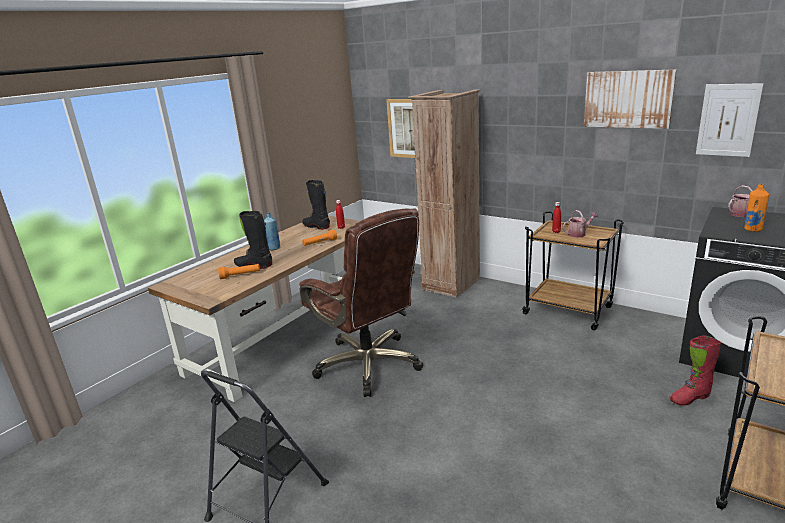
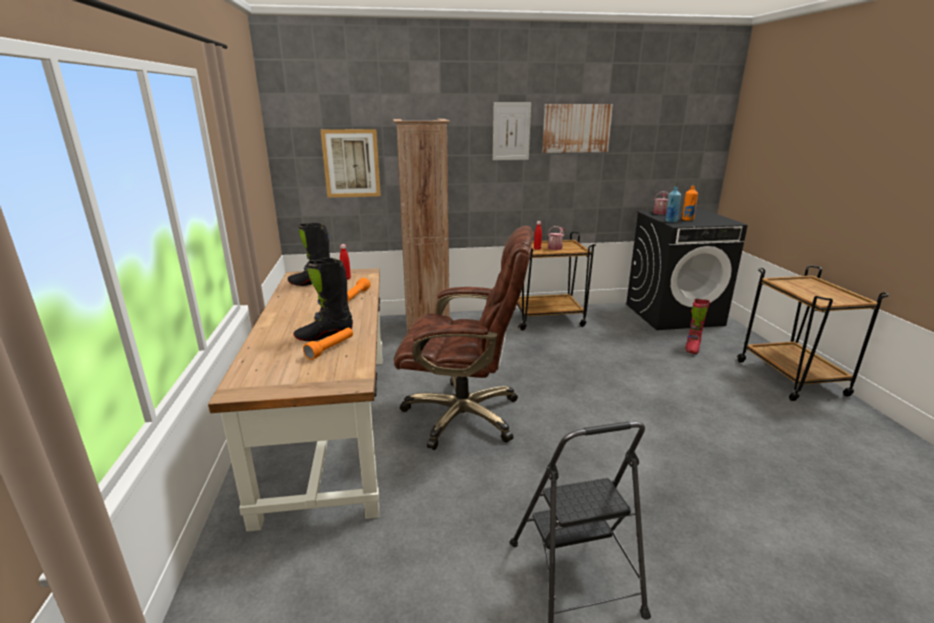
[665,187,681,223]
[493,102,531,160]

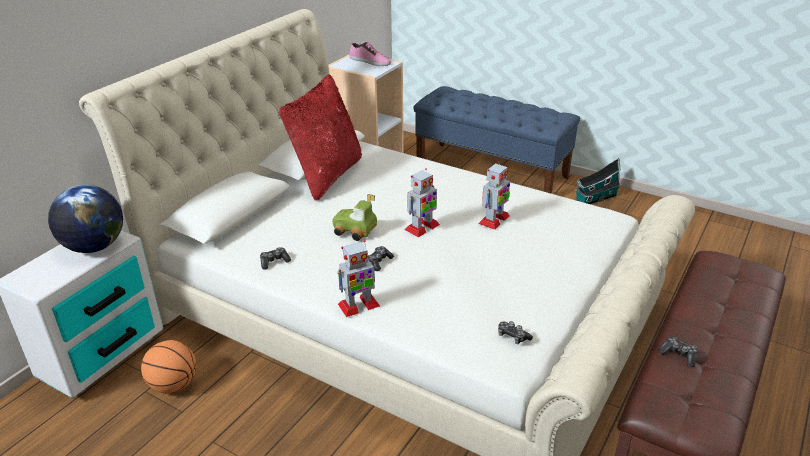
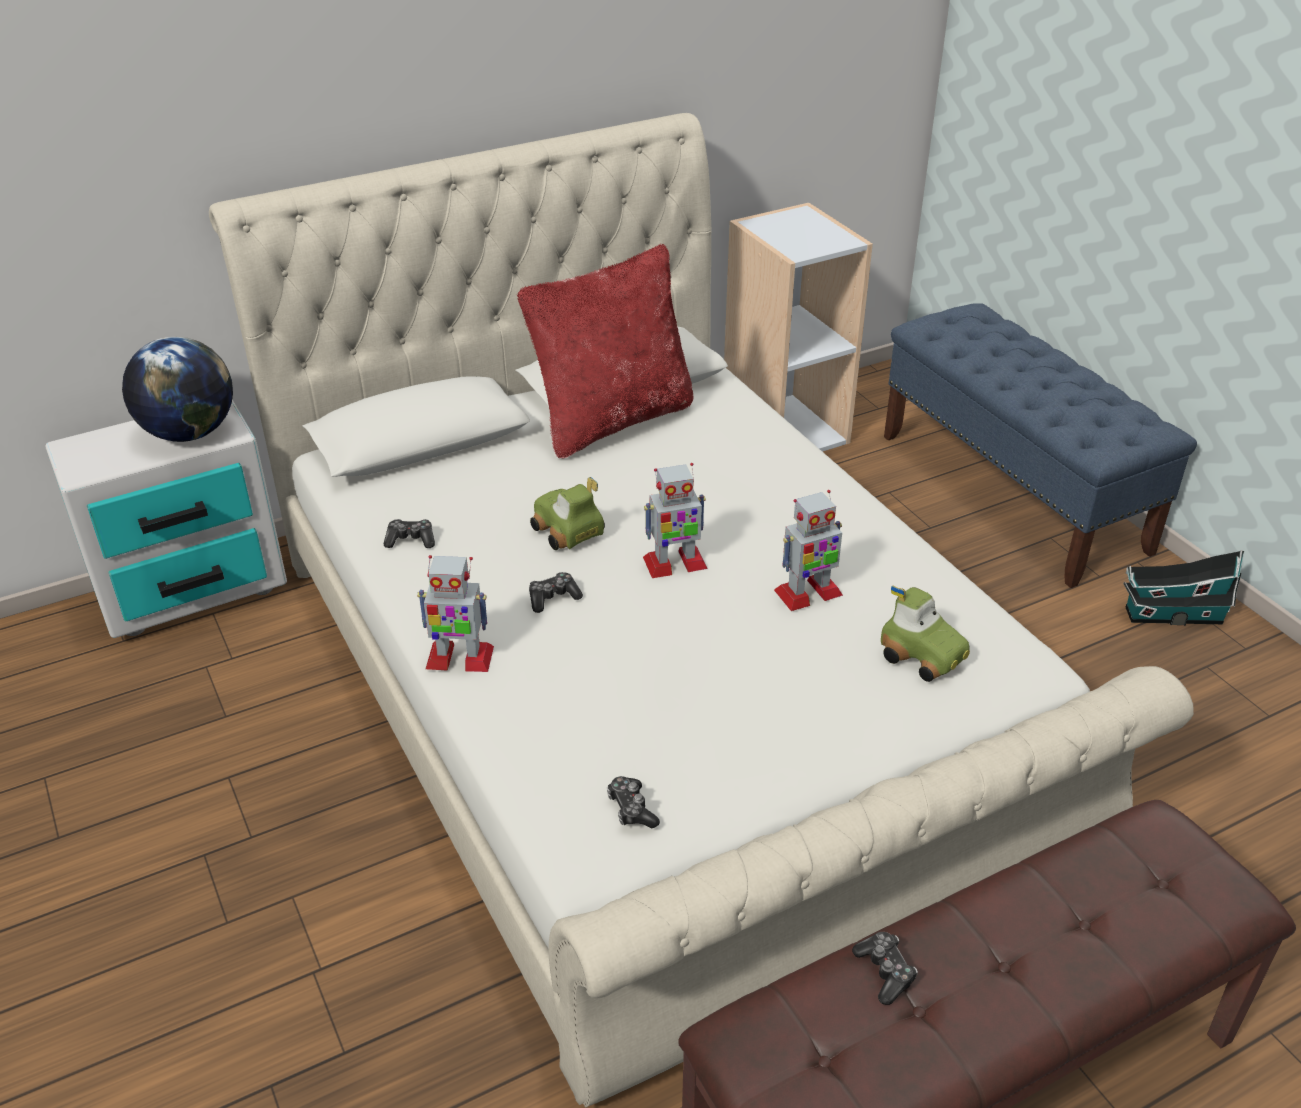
[141,340,197,394] (first image)
[349,42,391,66] (first image)
[881,586,970,682]

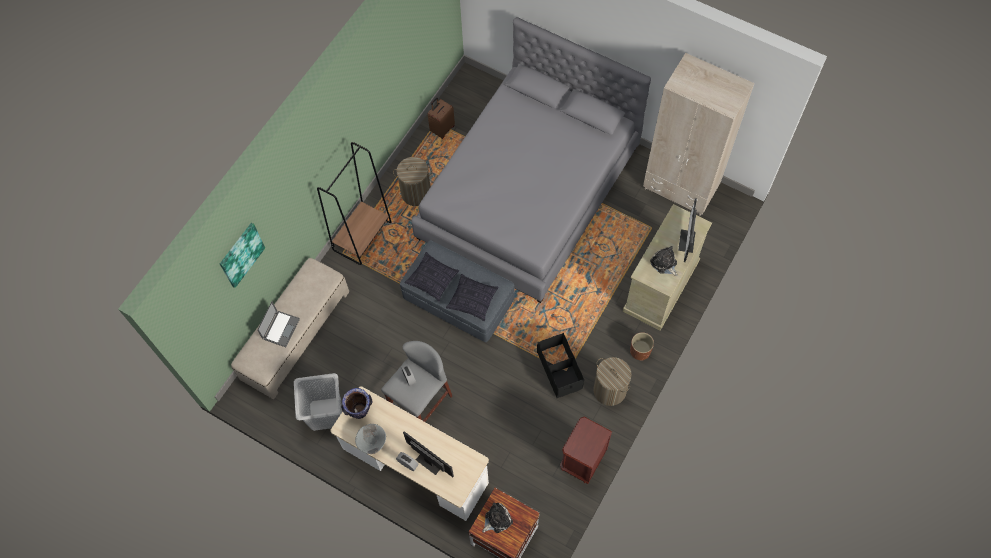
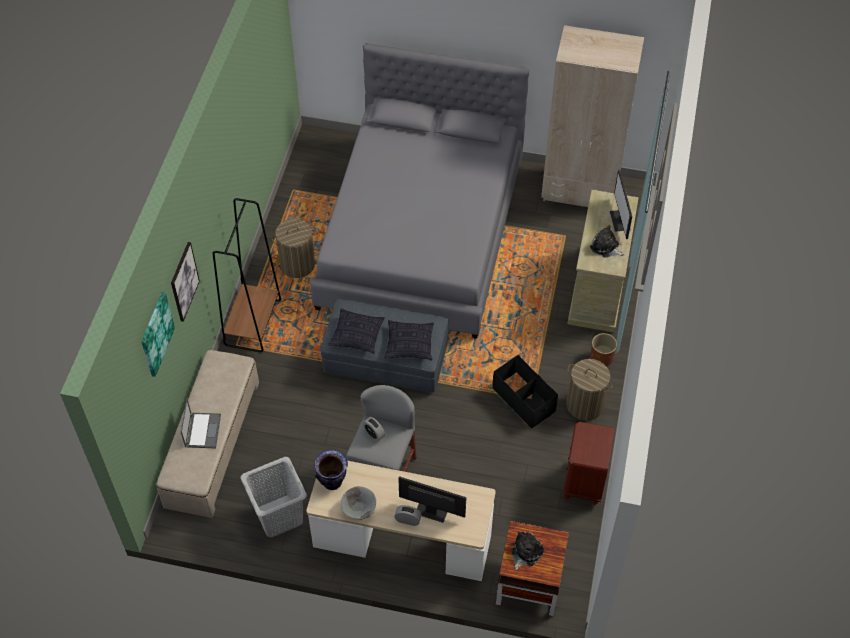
[428,98,455,139] (first image)
[171,242,200,322]

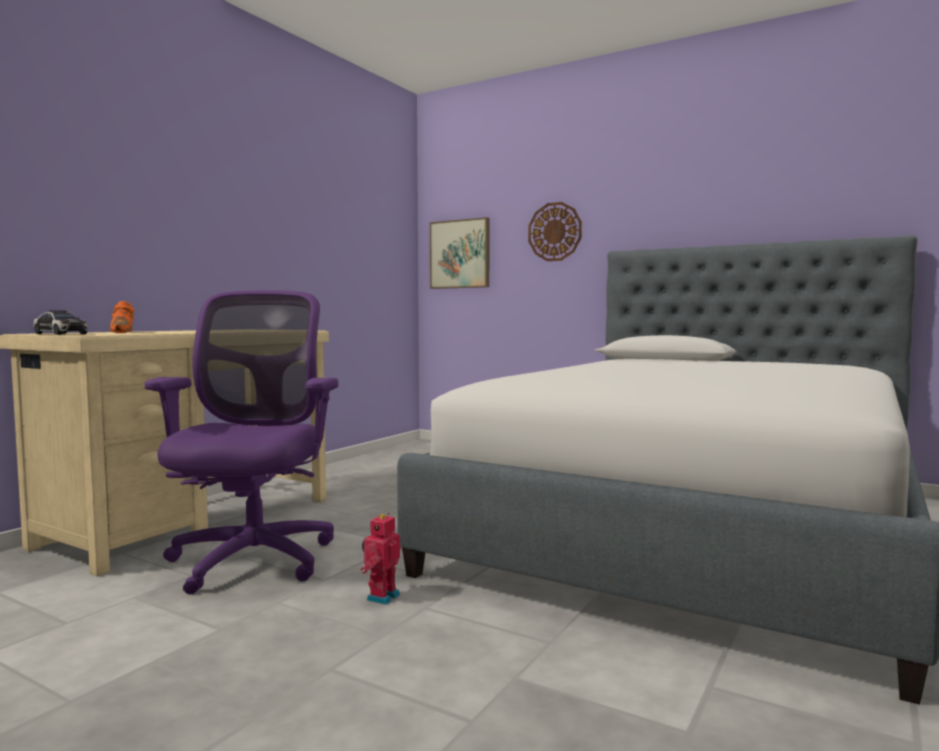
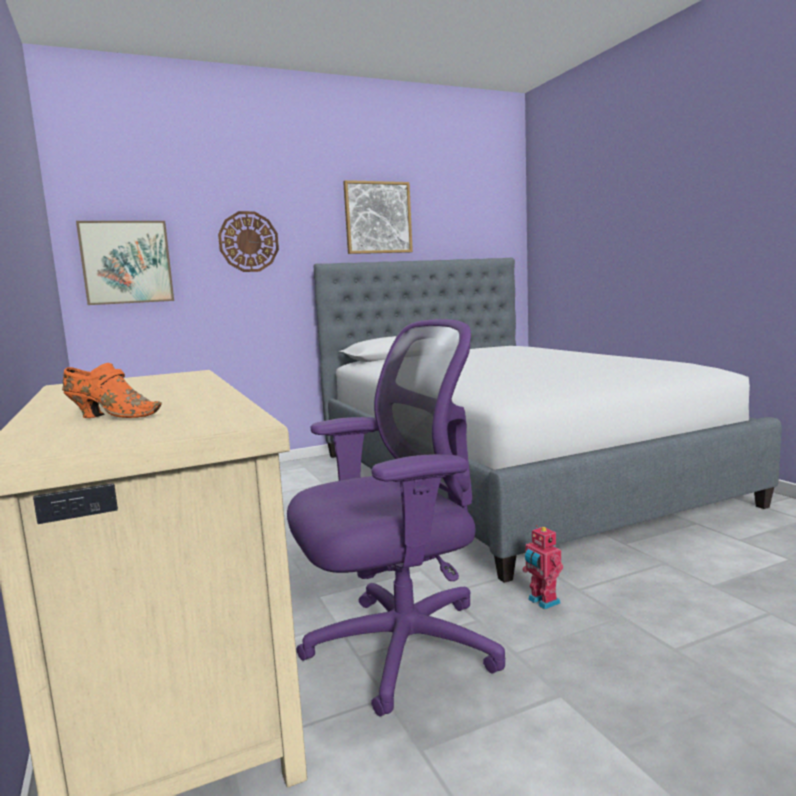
[34,311,87,335] (first image)
[343,180,413,254]
[287,319,505,716]

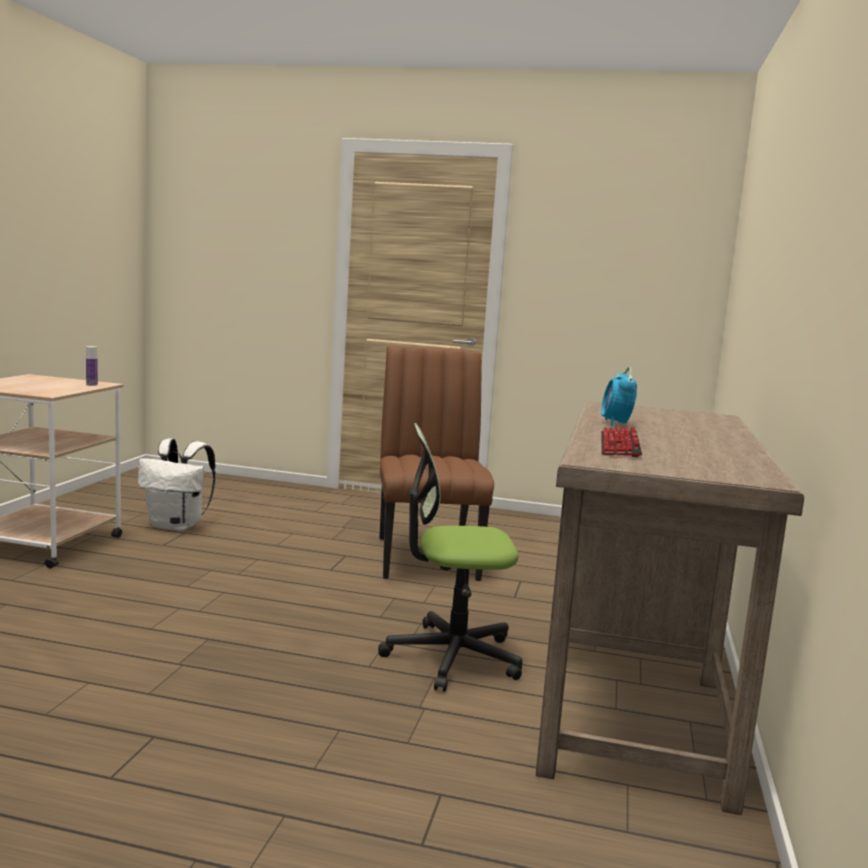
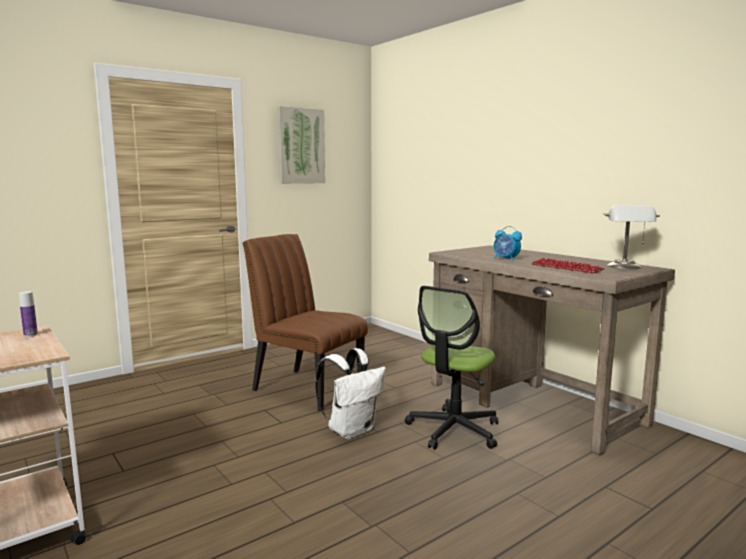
[277,106,325,184]
[604,206,660,269]
[315,348,386,439]

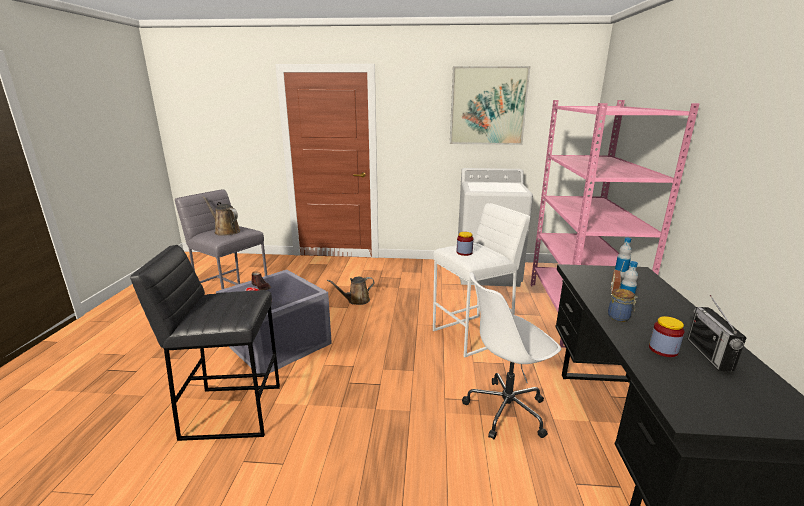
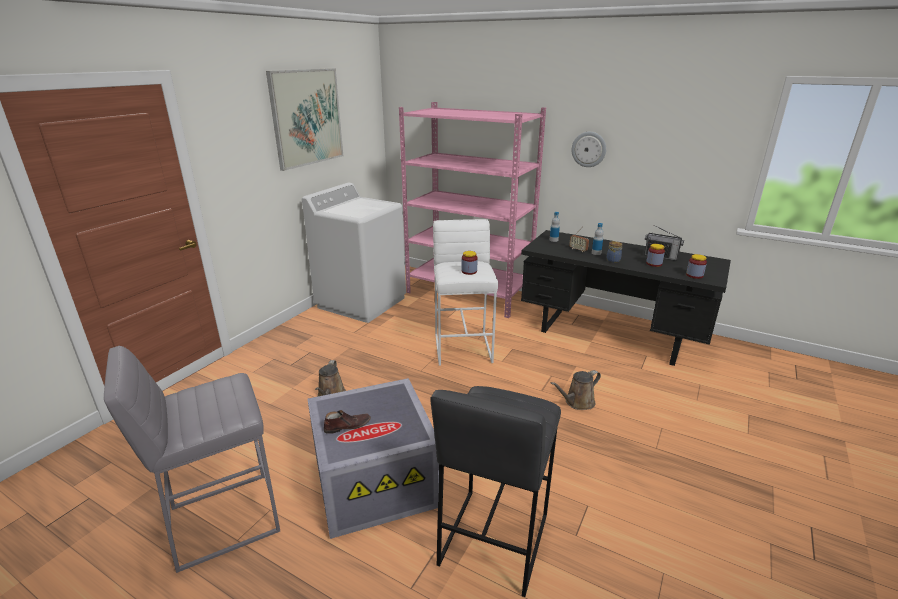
[462,272,561,440] (first image)
[572,132,606,167]
[686,254,707,279]
[551,370,601,410]

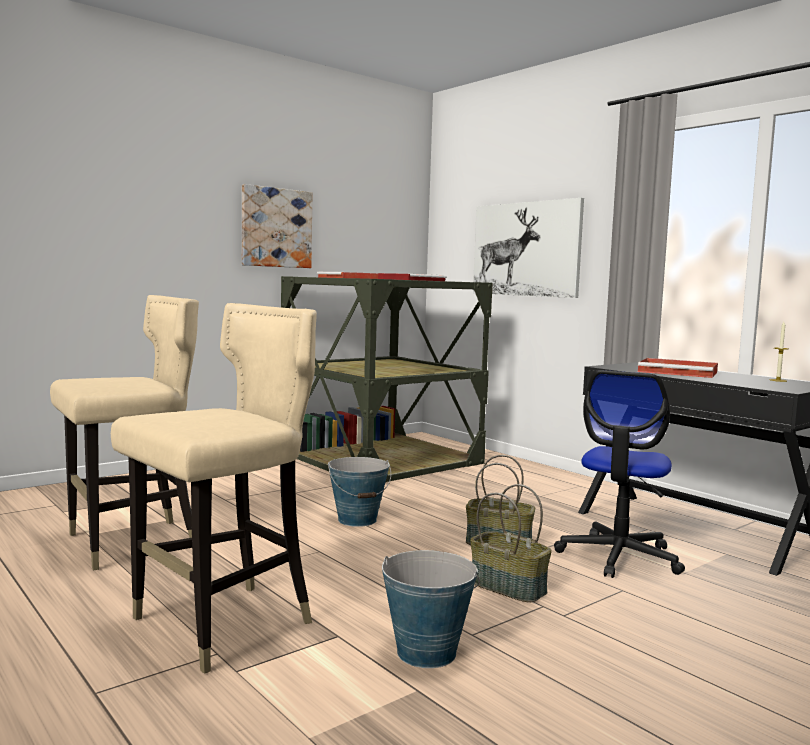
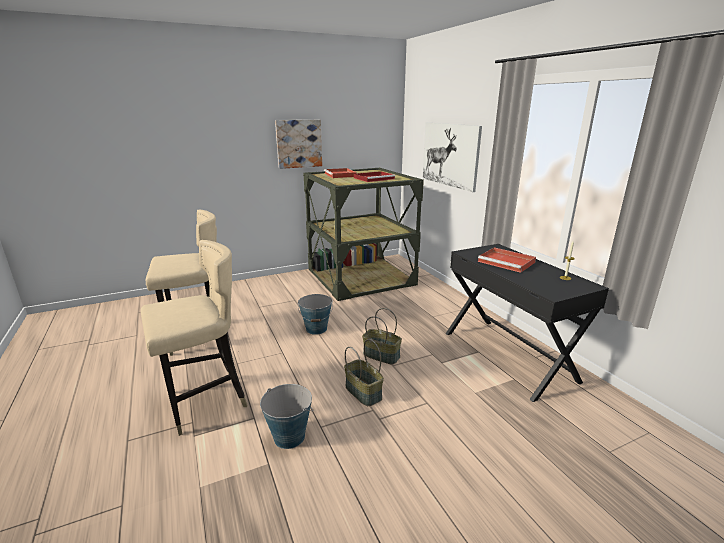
[554,370,685,578] (first image)

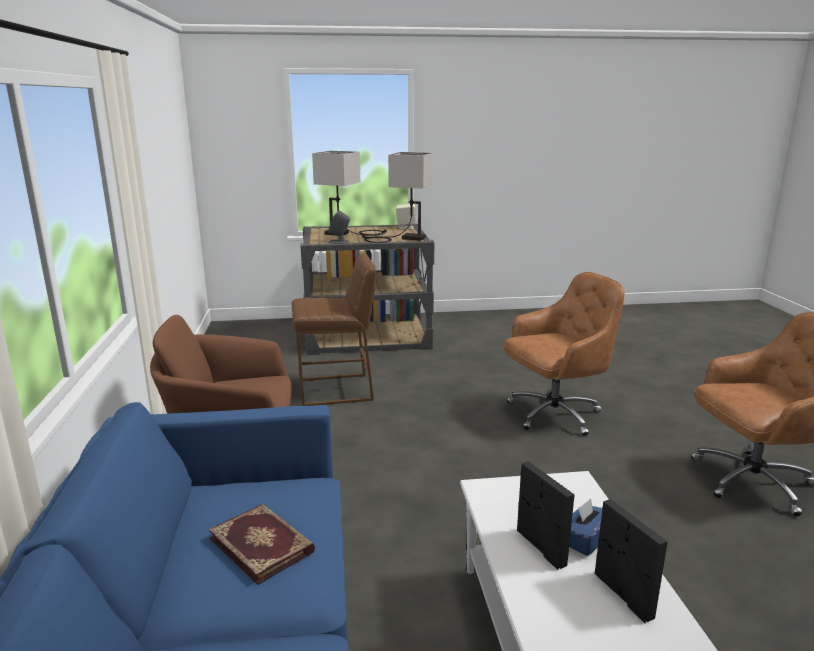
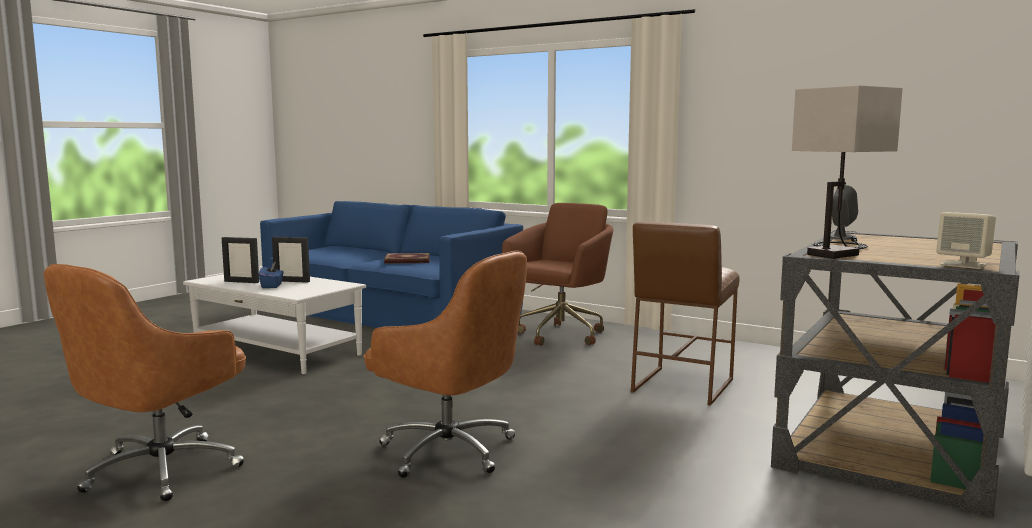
[312,151,387,236] (first image)
[363,251,527,478]

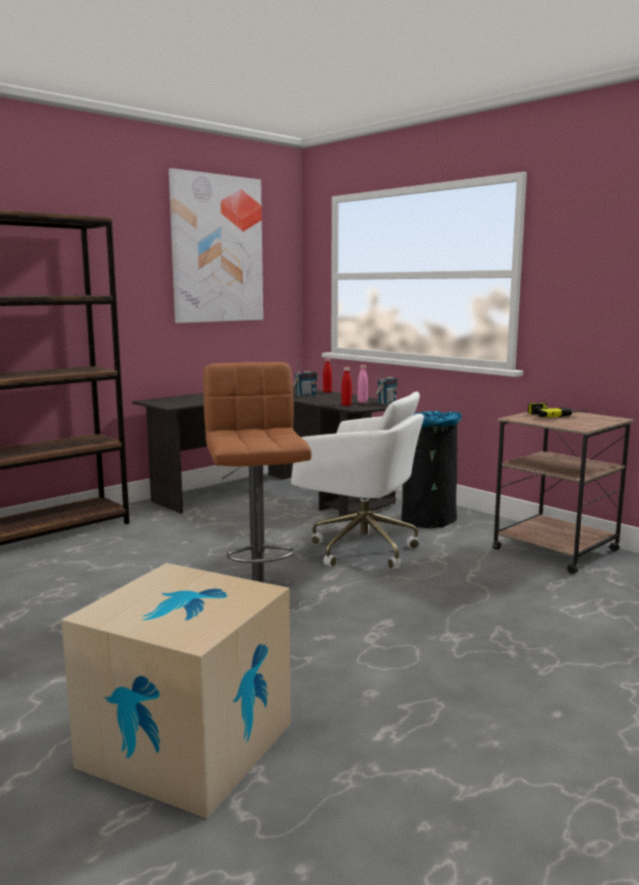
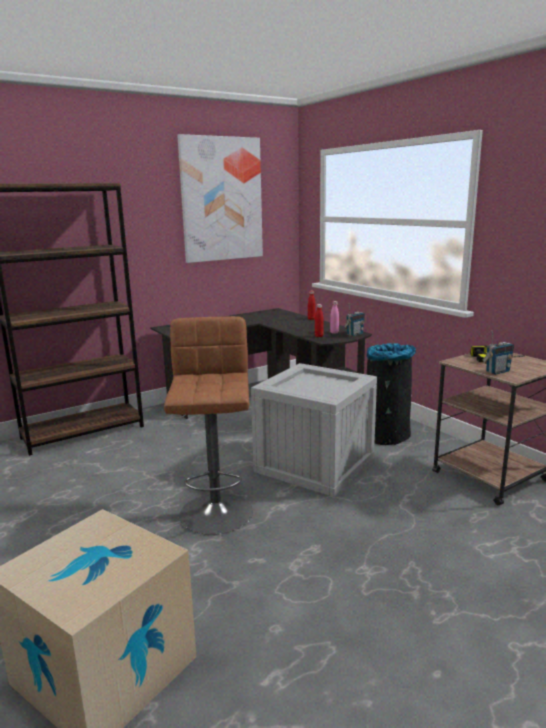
[482,331,514,375]
[251,363,377,497]

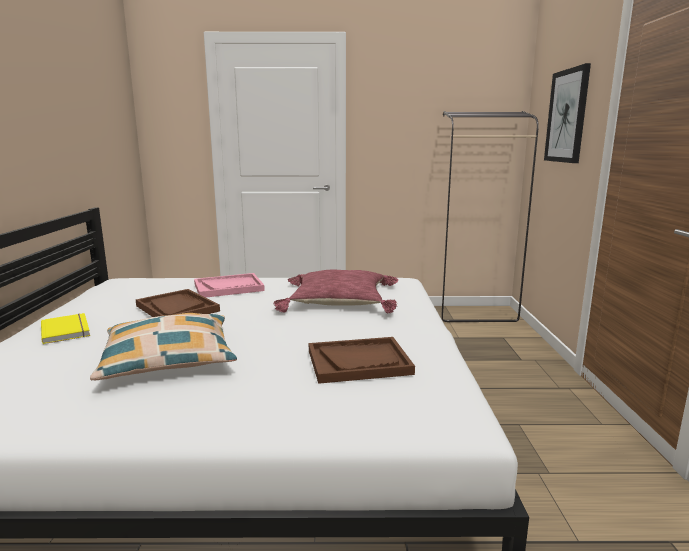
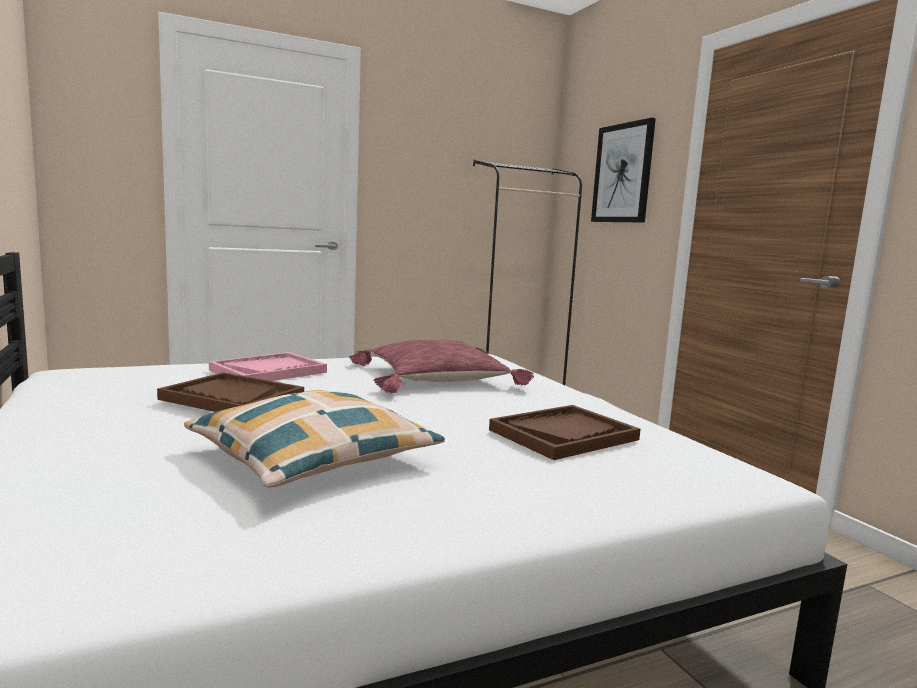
[41,313,90,344] (first image)

